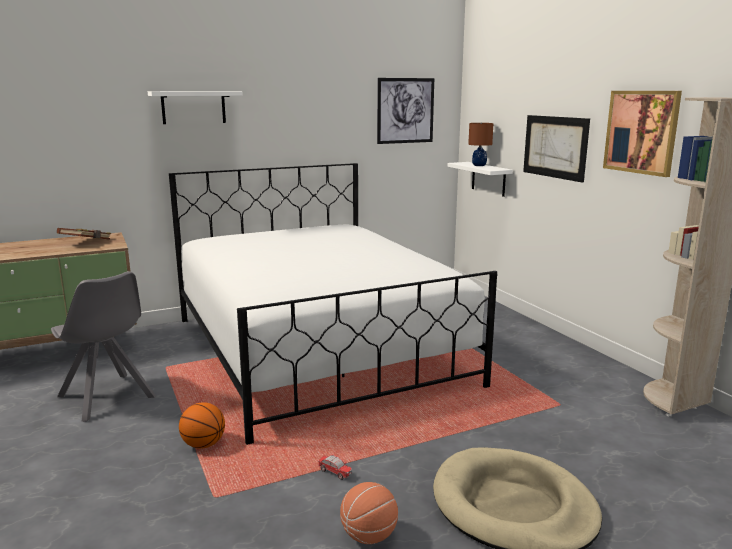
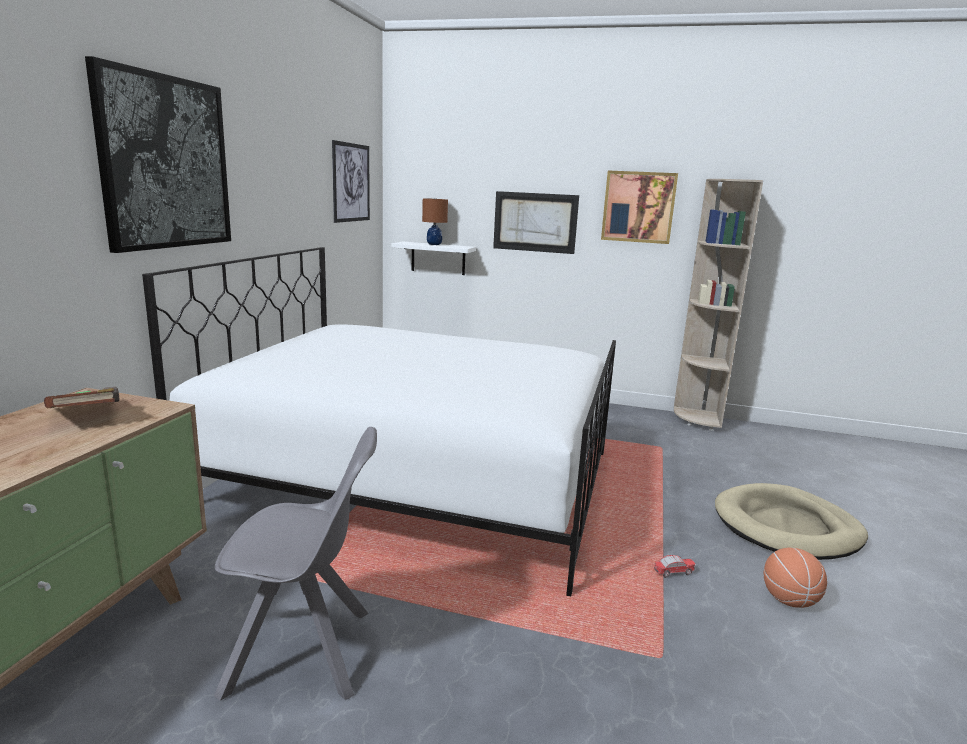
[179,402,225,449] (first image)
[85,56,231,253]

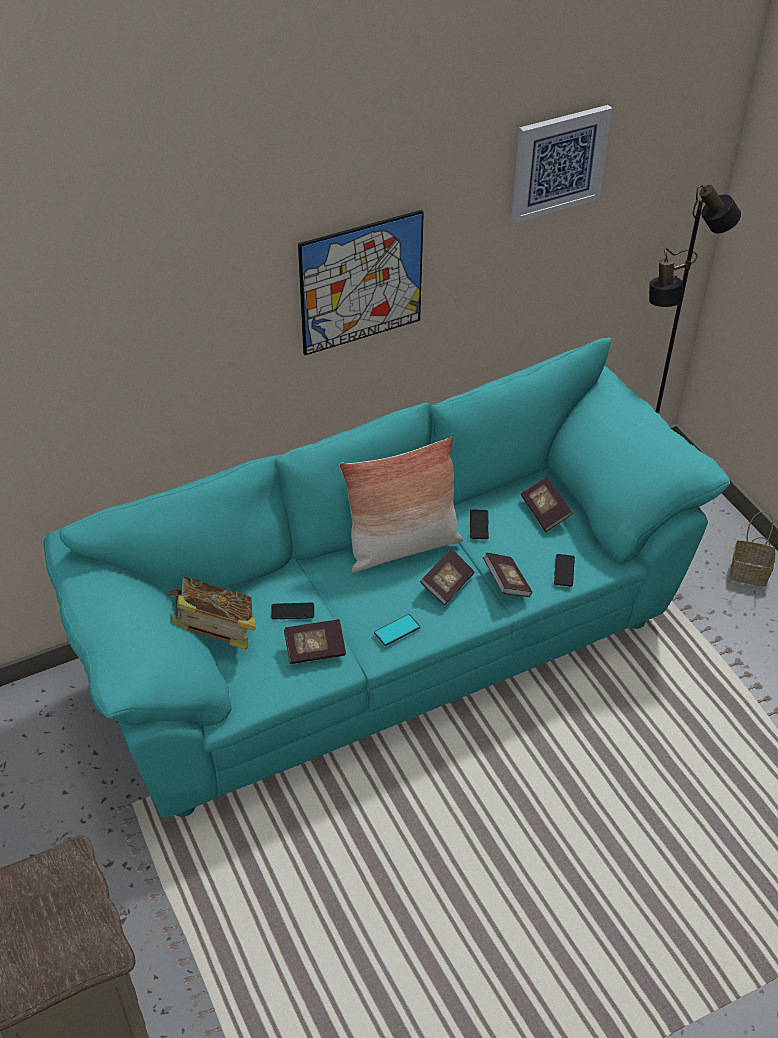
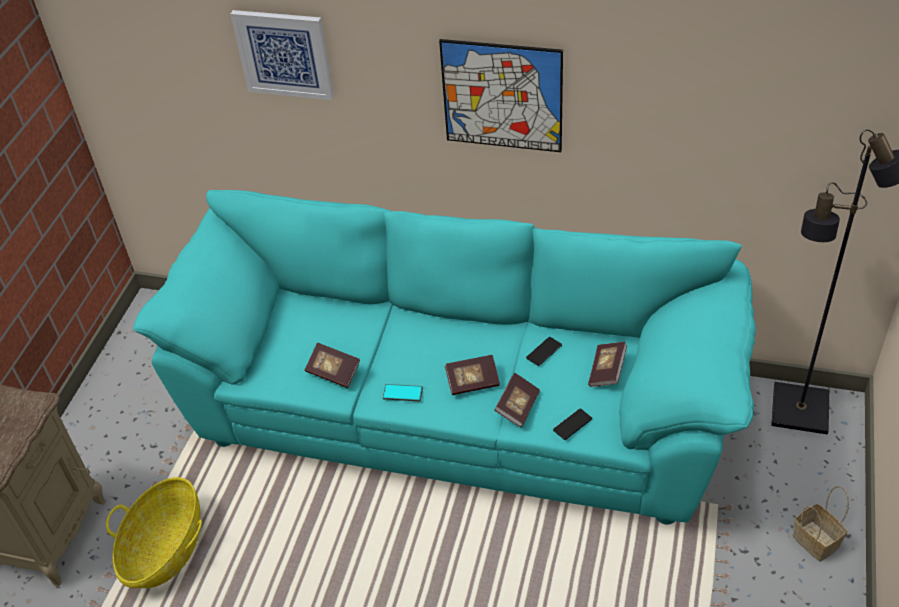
[168,577,256,650] (first image)
[271,603,314,619] (first image)
[339,437,463,573] (first image)
[106,477,202,588]
[230,10,334,100]

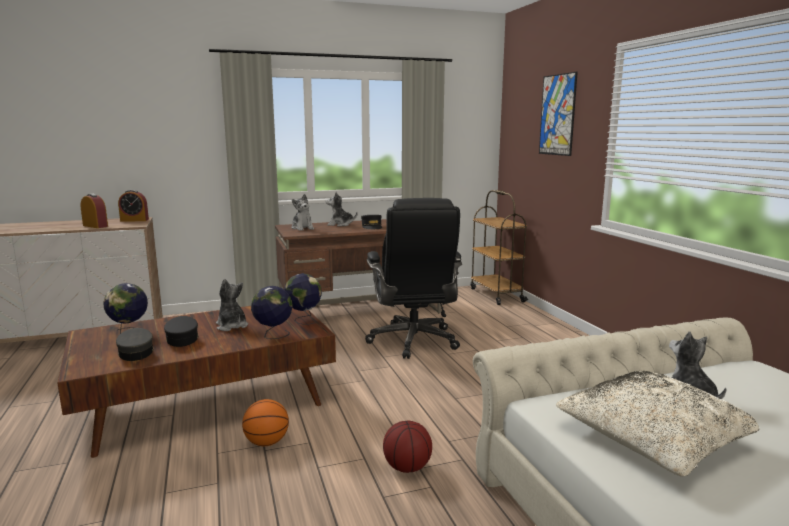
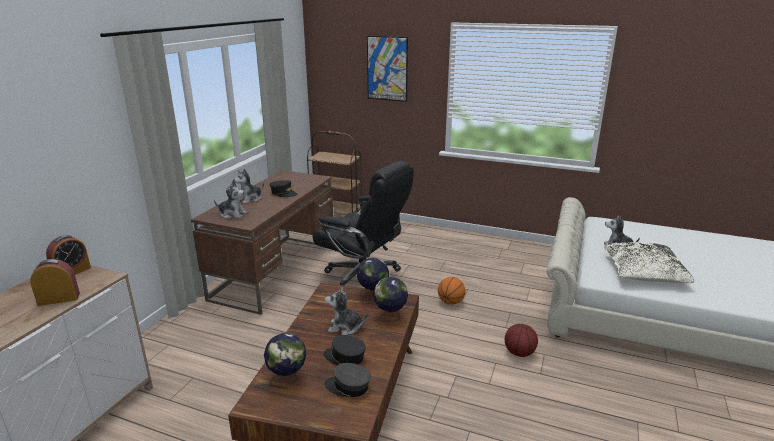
[438,277,466,305]

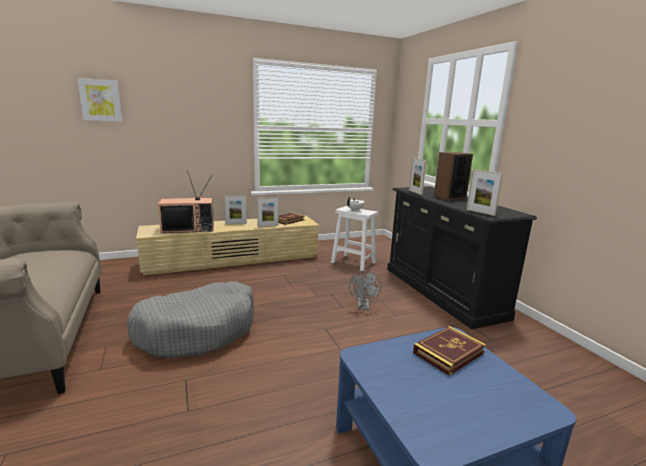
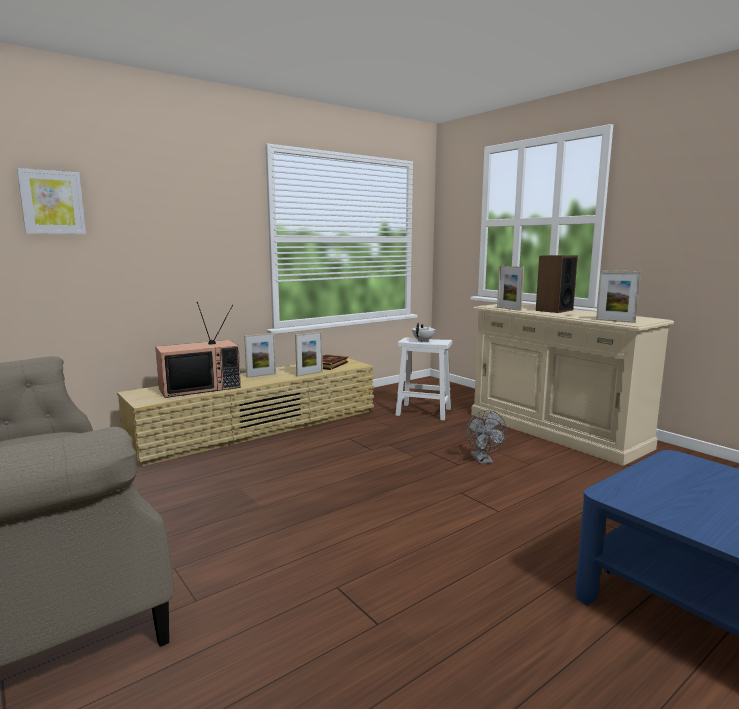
[127,281,254,358] (first image)
[413,326,486,376] (first image)
[471,304,674,466]

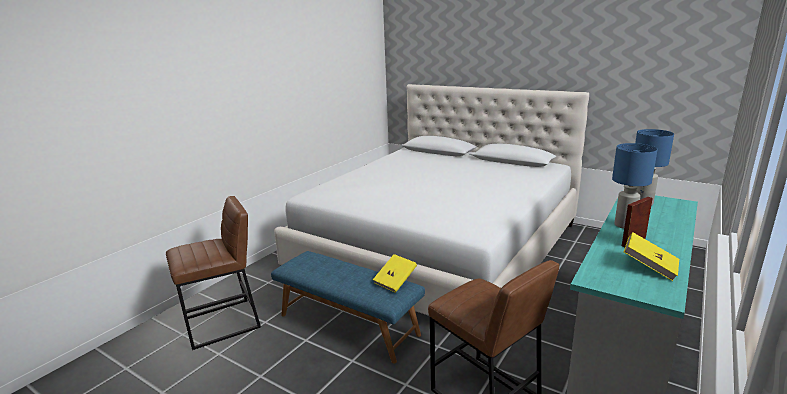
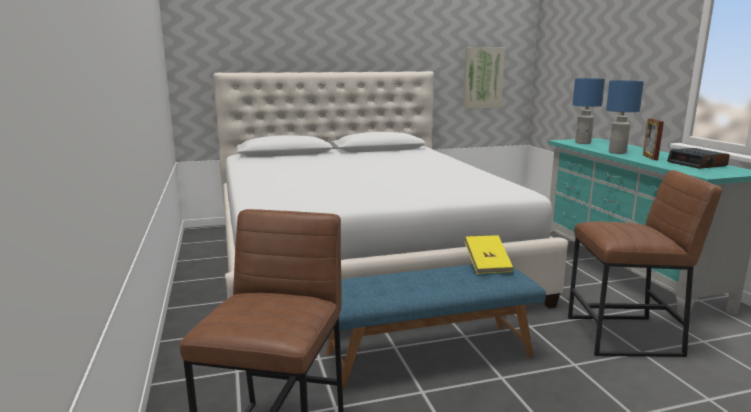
[463,47,505,109]
[667,148,730,169]

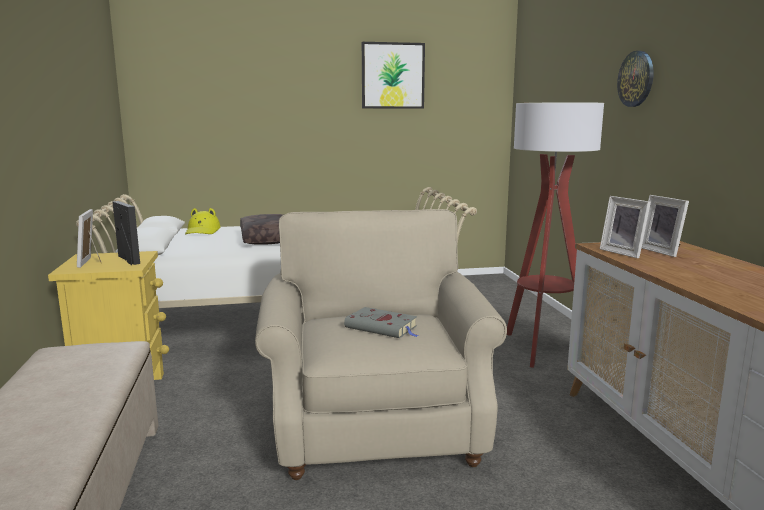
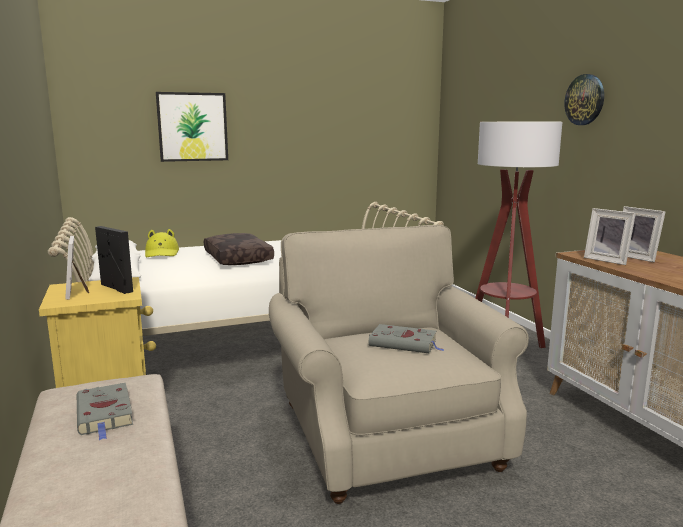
[77,383,133,440]
[156,92,228,162]

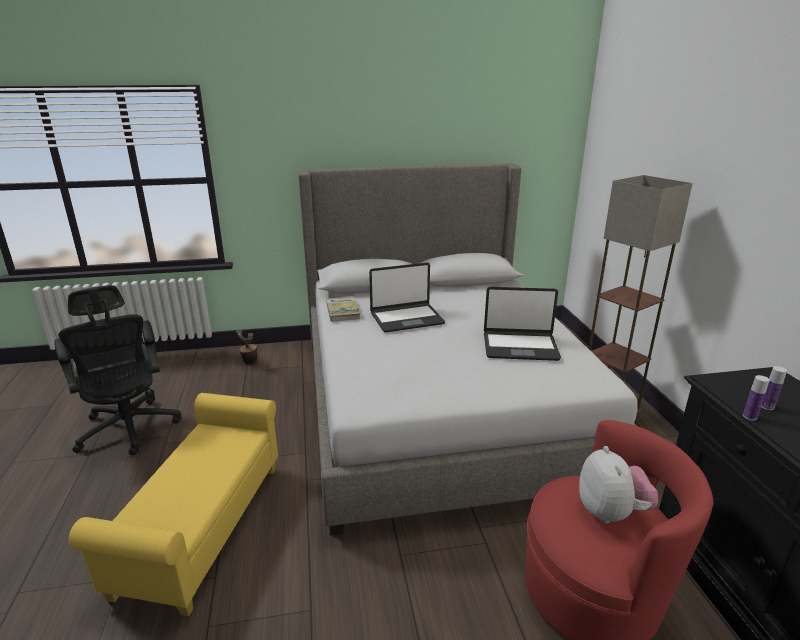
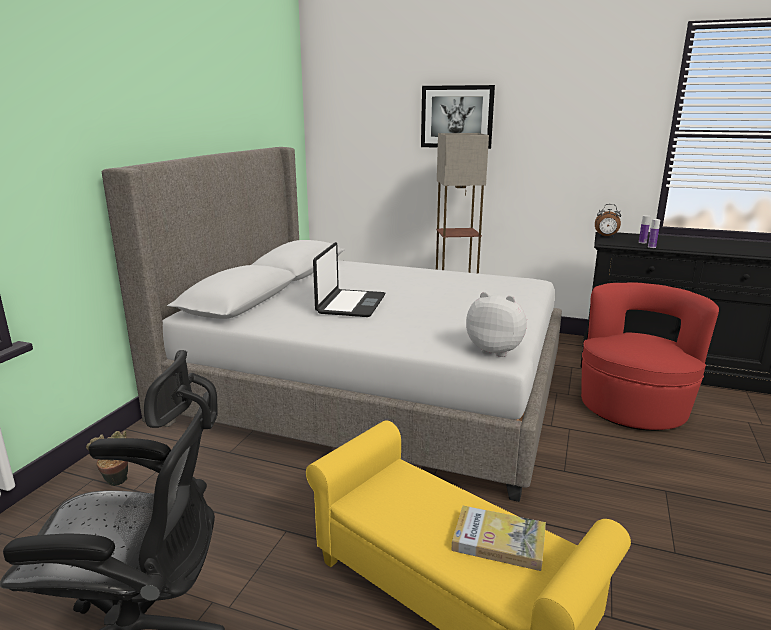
[484,287,561,361] (first image)
[421,85,495,149]
[595,204,621,237]
[452,506,546,571]
[466,292,527,357]

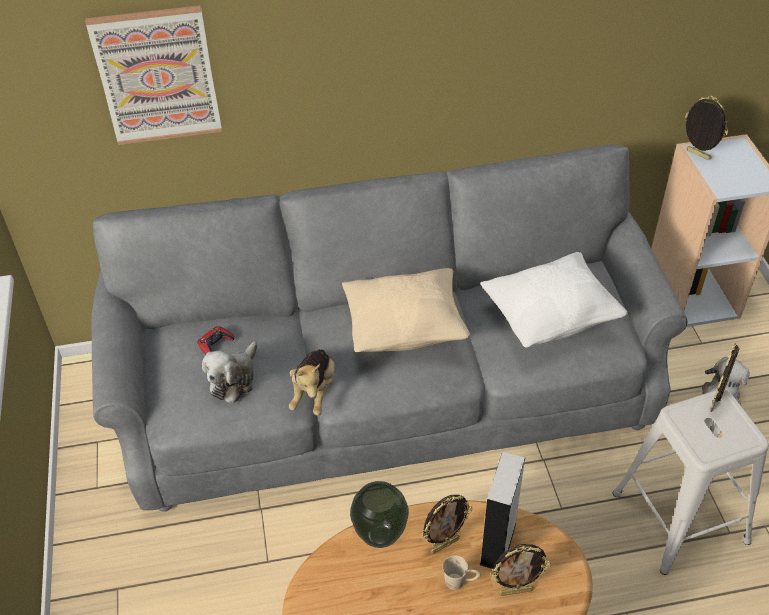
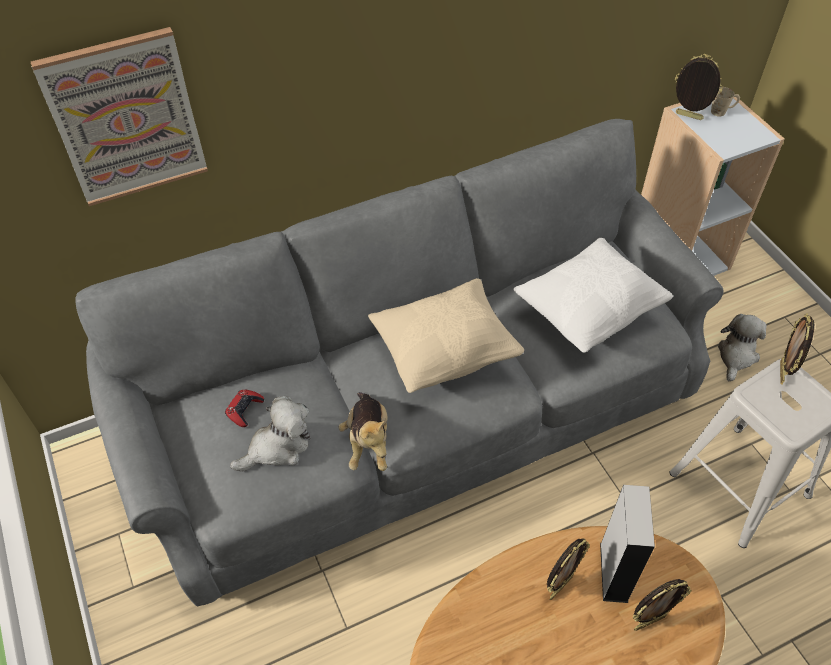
[350,481,409,548] (first image)
[711,87,740,117]
[230,396,310,472]

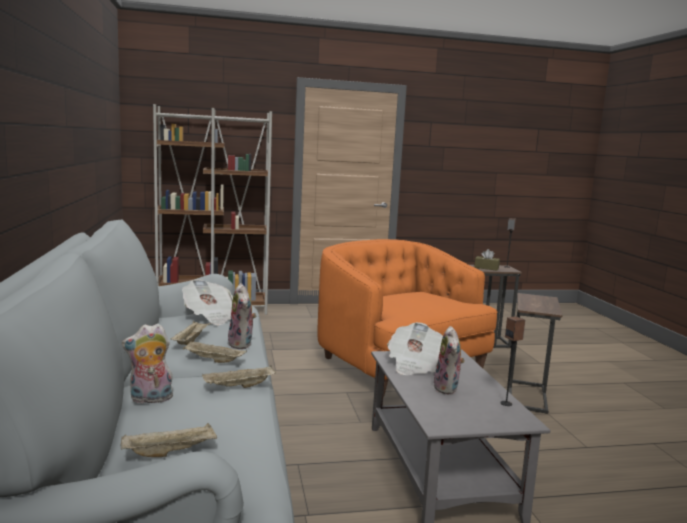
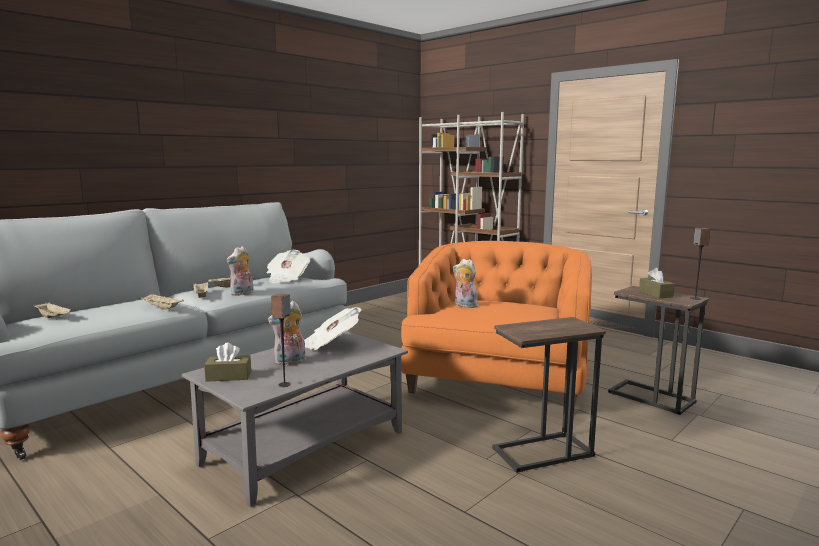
[204,343,251,382]
[453,259,481,308]

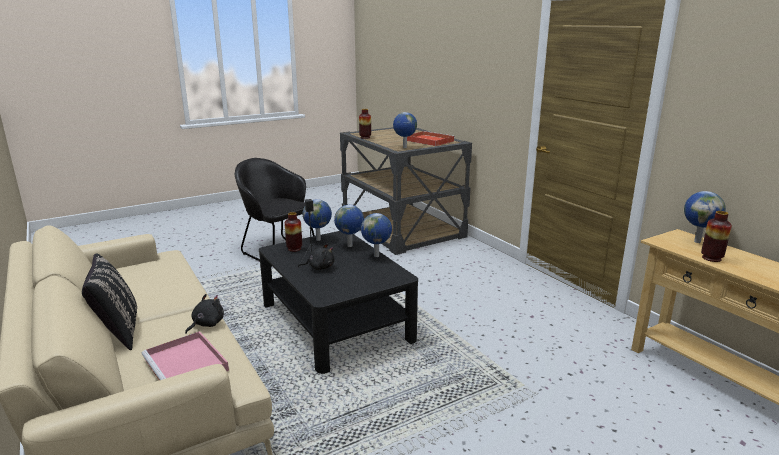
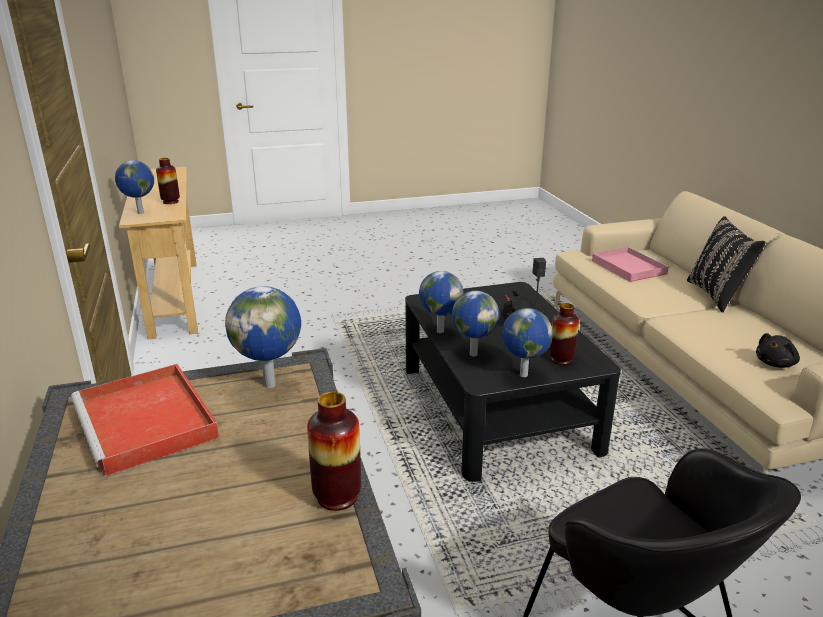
[756,333,800,368]

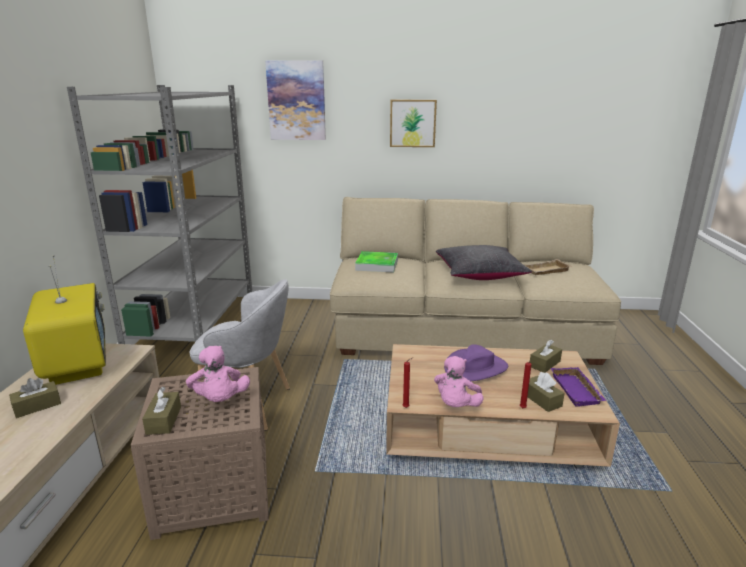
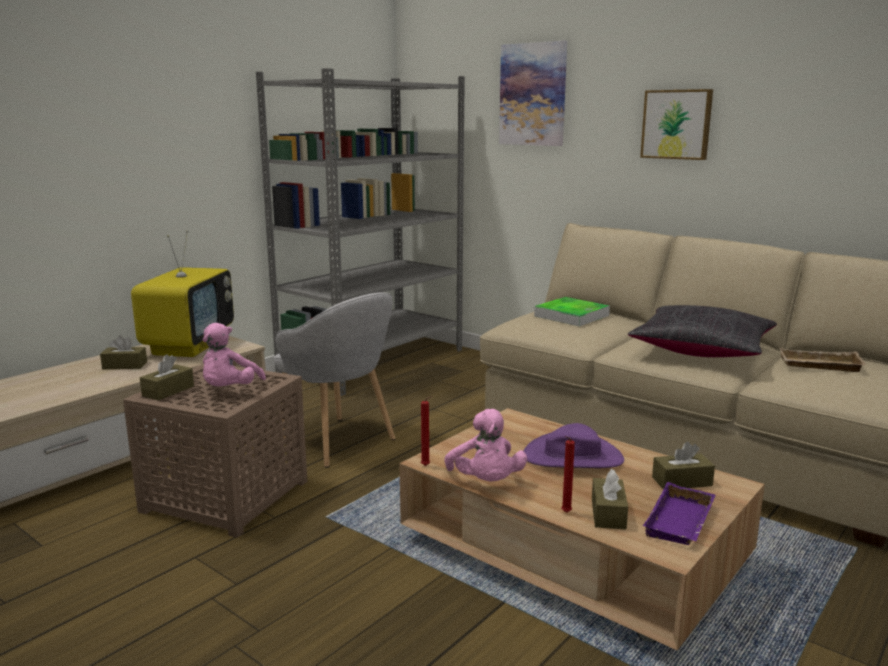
[444,409,527,481]

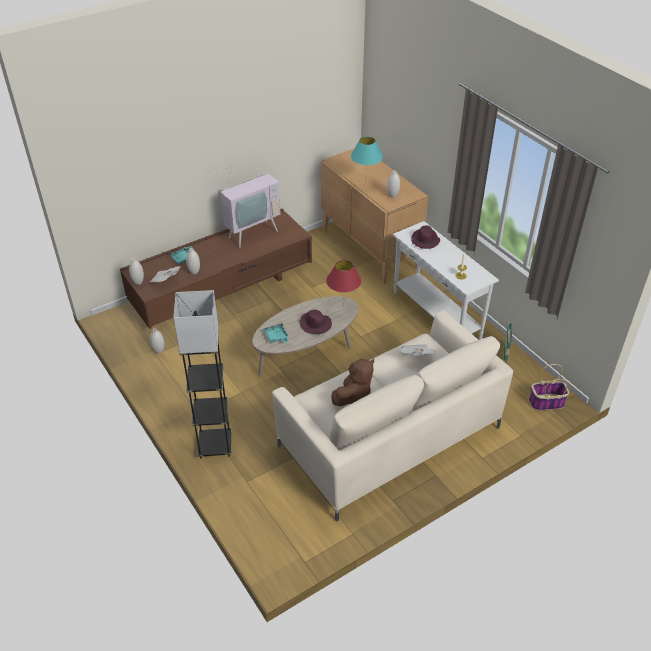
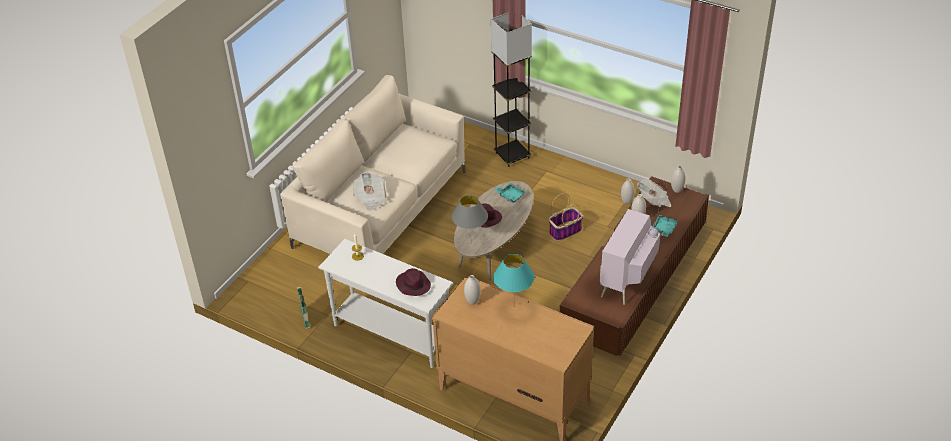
[331,359,374,406] (first image)
[549,193,583,241]
[452,195,488,236]

